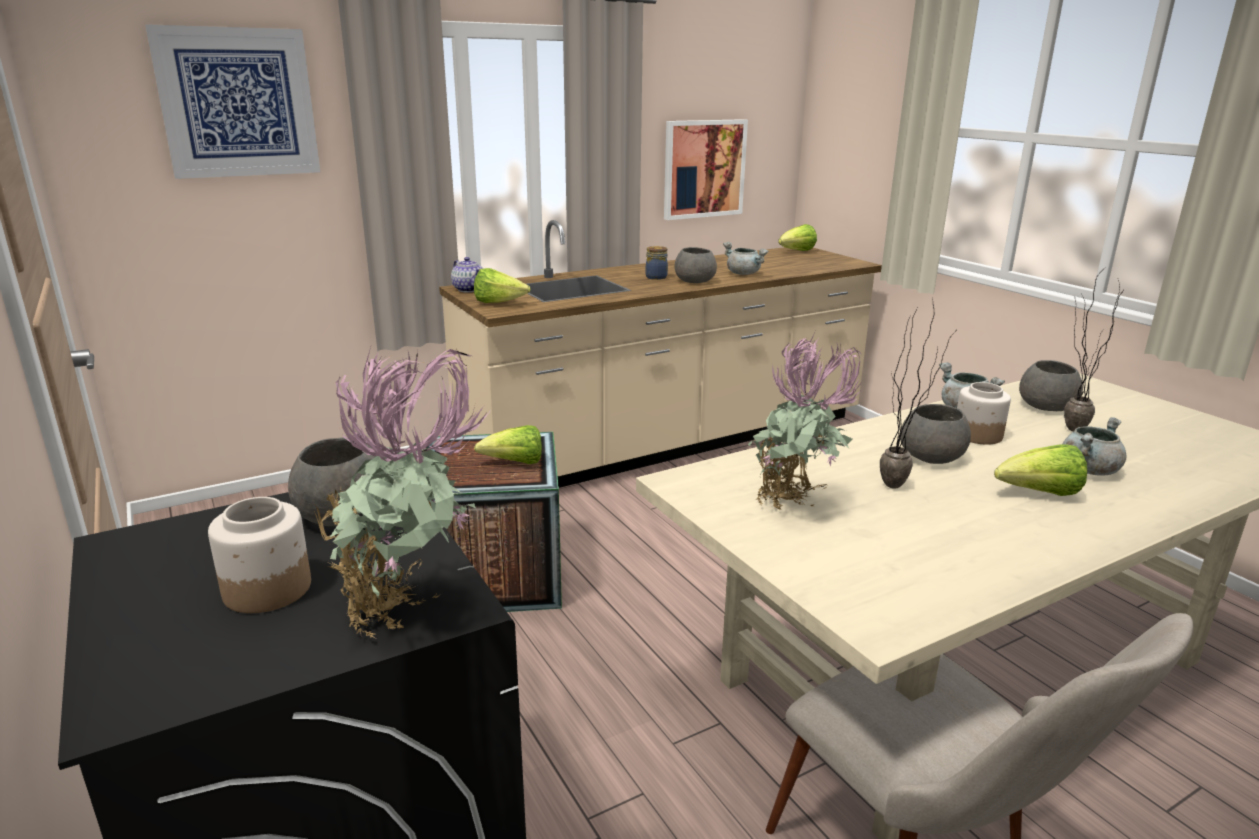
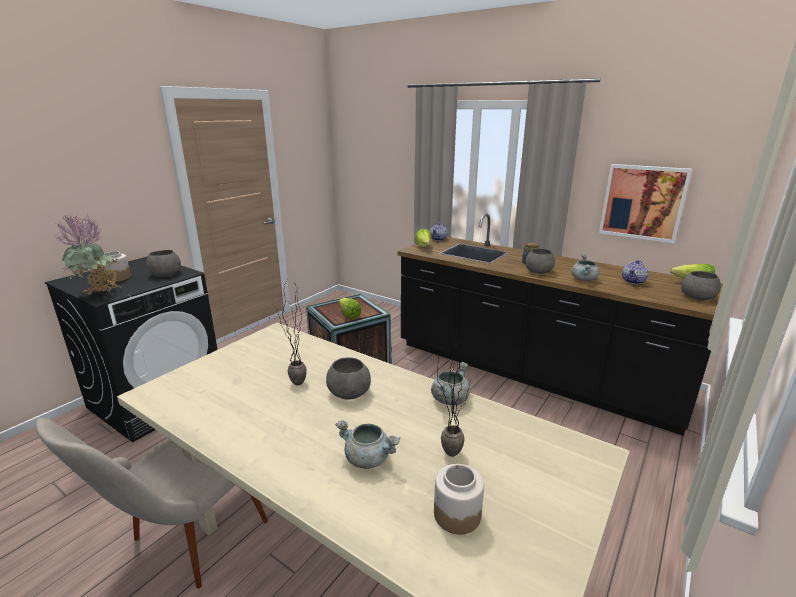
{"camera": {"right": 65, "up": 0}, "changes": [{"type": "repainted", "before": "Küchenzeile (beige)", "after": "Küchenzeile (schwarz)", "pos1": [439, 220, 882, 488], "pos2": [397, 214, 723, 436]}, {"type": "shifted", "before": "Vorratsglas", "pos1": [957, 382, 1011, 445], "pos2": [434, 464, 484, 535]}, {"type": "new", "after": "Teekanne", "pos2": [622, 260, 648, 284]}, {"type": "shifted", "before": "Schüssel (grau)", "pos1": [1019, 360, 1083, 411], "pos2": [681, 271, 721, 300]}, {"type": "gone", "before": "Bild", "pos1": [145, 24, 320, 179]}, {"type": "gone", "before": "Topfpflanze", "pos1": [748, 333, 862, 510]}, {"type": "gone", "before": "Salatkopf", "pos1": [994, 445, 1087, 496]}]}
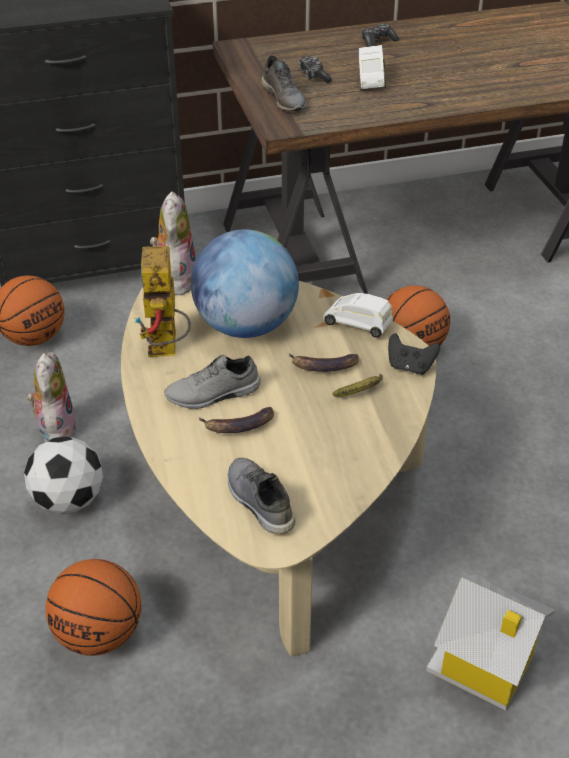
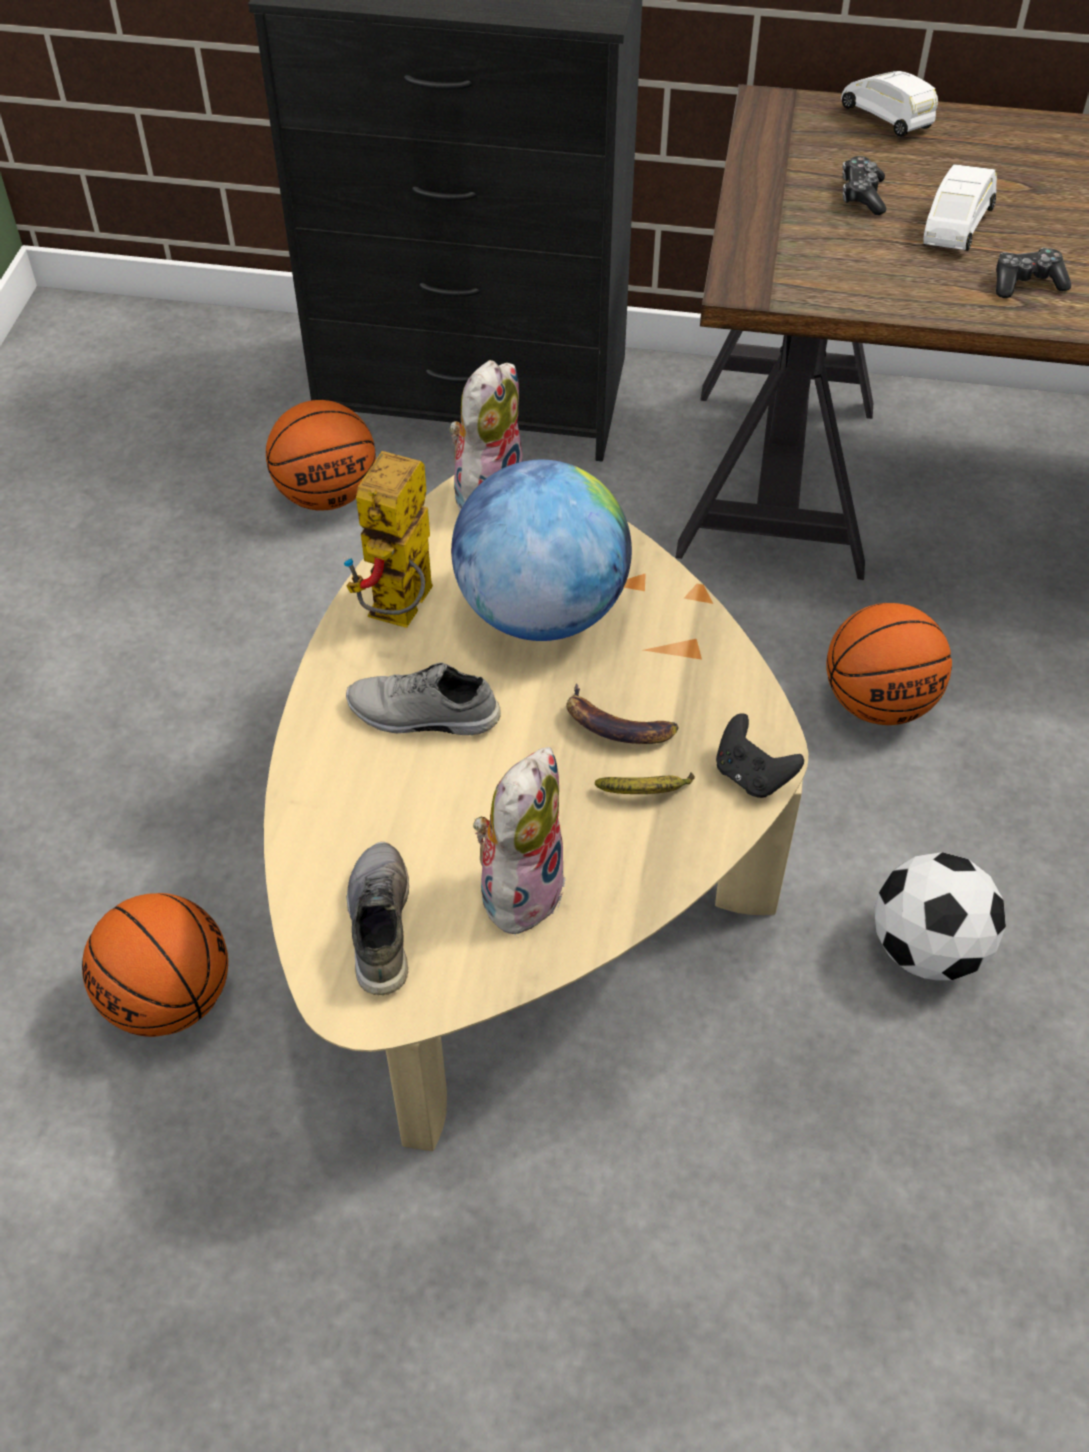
{"camera": {"right": 25, "up": 10}, "changes": [{"type": "shifted", "before": "Plüschtier", "pos1": [27, 352, 77, 442], "pos2": [473, 747, 566, 936]}, {"type": "shifted", "before": "Spielzeugauto (weiß)", "pos1": [323, 293, 393, 338], "pos2": [841, 71, 938, 137]}, {"type": "shifted", "before": "Fußball", "pos1": [24, 436, 103, 514], "pos2": [874, 852, 1006, 980]}, {"type": "shifted", "before": "Gamepad", "pos1": [362, 24, 399, 47], "pos2": [996, 248, 1071, 298]}, {"type": "gone", "before": "Banane", "pos1": [199, 407, 274, 433]}, {"type": "gone", "before": "Schuh (grau)", "pos1": [261, 55, 306, 111]}, {"type": "gone", "before": "Spielzeughaus", "pos1": [426, 574, 555, 710]}]}
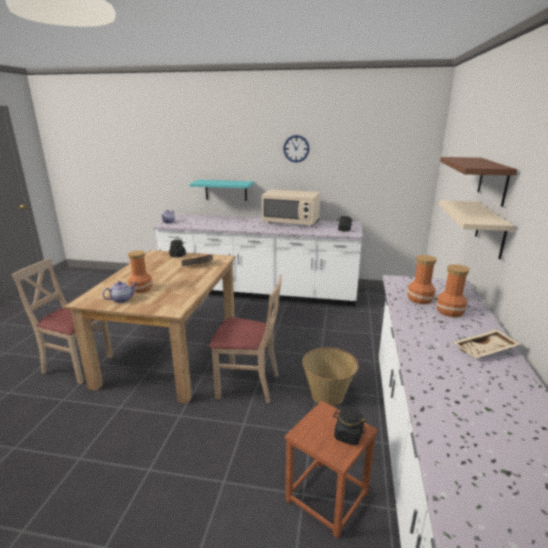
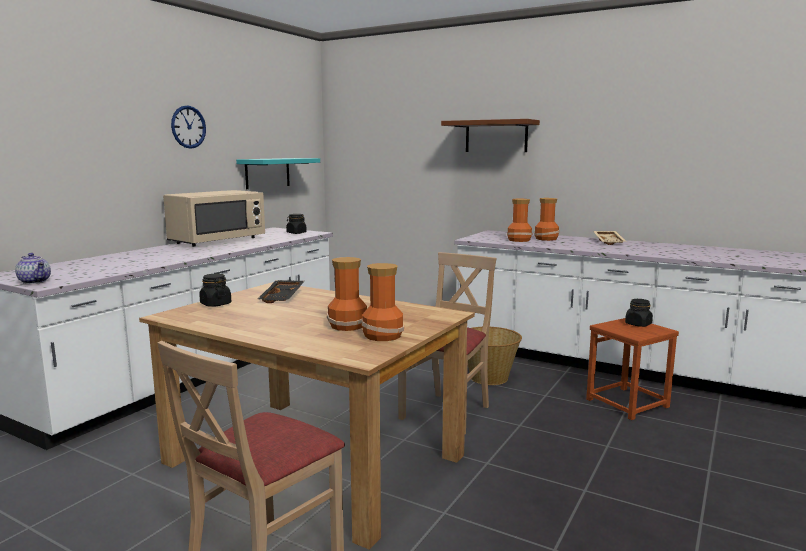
{"camera": {"right": -70, "up": -10}, "changes": [{"type": "shifted", "before": "Wandregal (türkis)", "pos1": [190, 180, 254, 201], "pos2": [236, 158, 320, 189]}, {"type": "swapped", "before": "Teekanne", "after": "Vase", "pos1": [103, 281, 137, 303], "pos2": [362, 263, 404, 341]}, {"type": "gone", "before": "Wandregal (beige)", "pos1": [439, 200, 515, 260]}]}
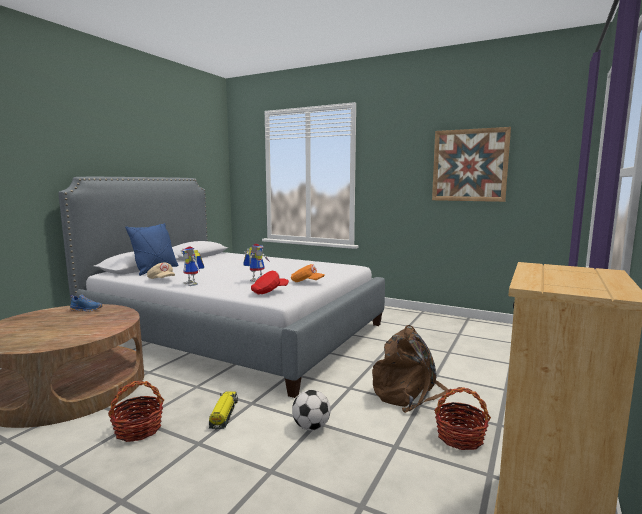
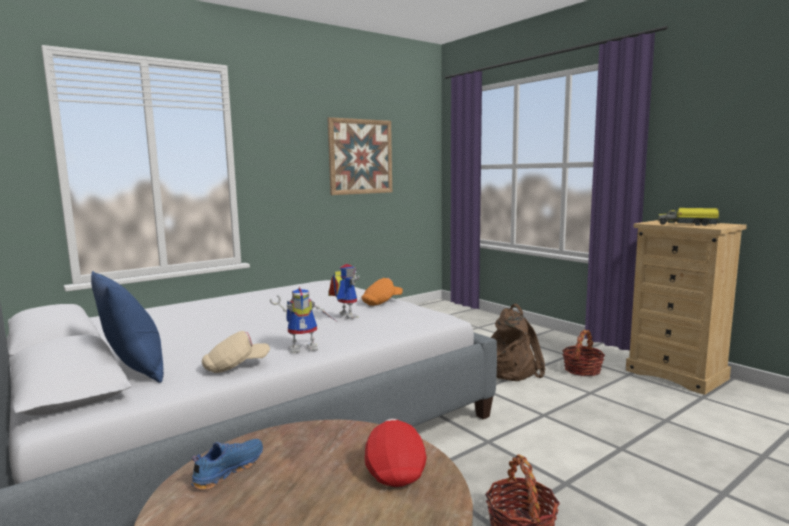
{"camera": {"right": -65, "up": 0}, "changes": [{"type": "shifted", "before": "Kappe (rot)", "pos1": [251, 271, 289, 294], "pos2": [365, 419, 427, 487]}, {"type": "shifted", "before": "Spielzeuglaster", "pos1": [209, 391, 238, 430], "pos2": [658, 208, 720, 226]}, {"type": "gone", "before": "Fußball", "pos1": [292, 390, 331, 431]}]}
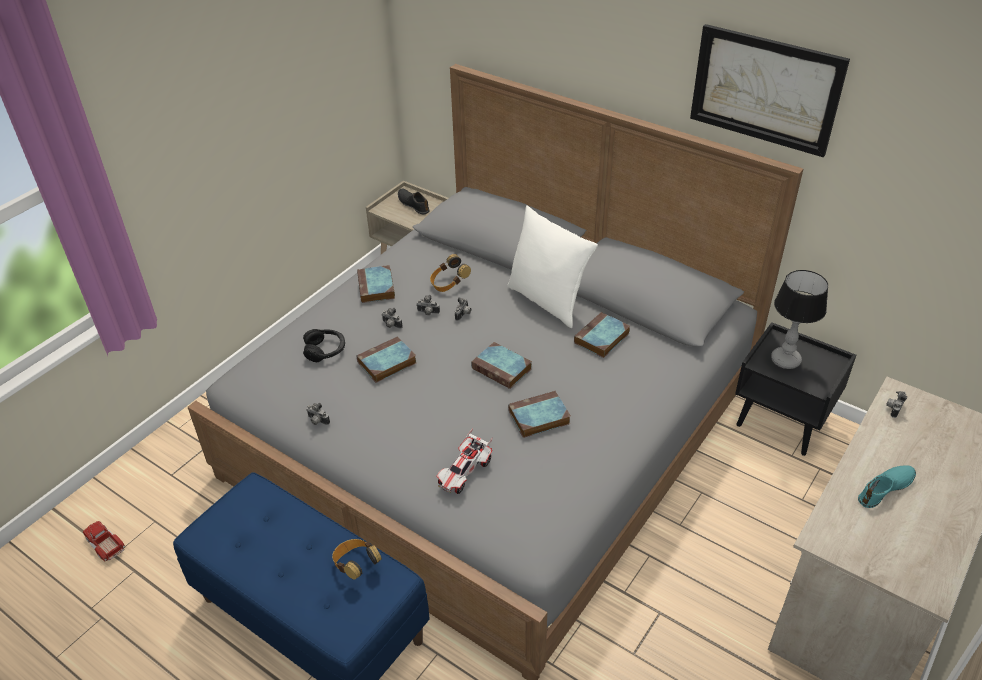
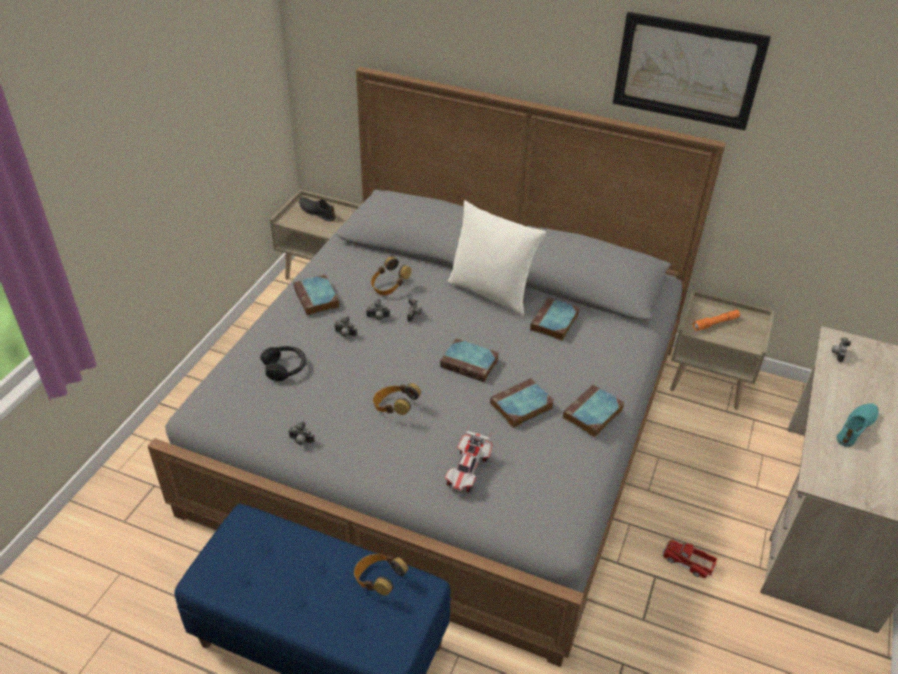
{"camera": {"right": -15, "up": 0}, "changes": [{"type": "new", "after": "Kopfhörer", "pos2": [373, 383, 421, 415]}, {"type": "shifted", "before": "Buch", "pos1": [356, 336, 417, 383], "pos2": [563, 384, 625, 438]}, {"type": "shifted", "before": "Spielzeuglaster", "pos1": [83, 521, 125, 561], "pos2": [662, 540, 717, 578]}, {"type": "repainted", "before": "Nachttisch (schwarz)", "after": "Nachttisch (beige)", "pos1": [735, 322, 856, 456], "pos2": [670, 290, 775, 410]}, {"type": "swapped", "before": "Tischlampe", "after": "Taschenlampe (orange)", "pos1": [771, 270, 828, 369], "pos2": [693, 310, 740, 331]}]}
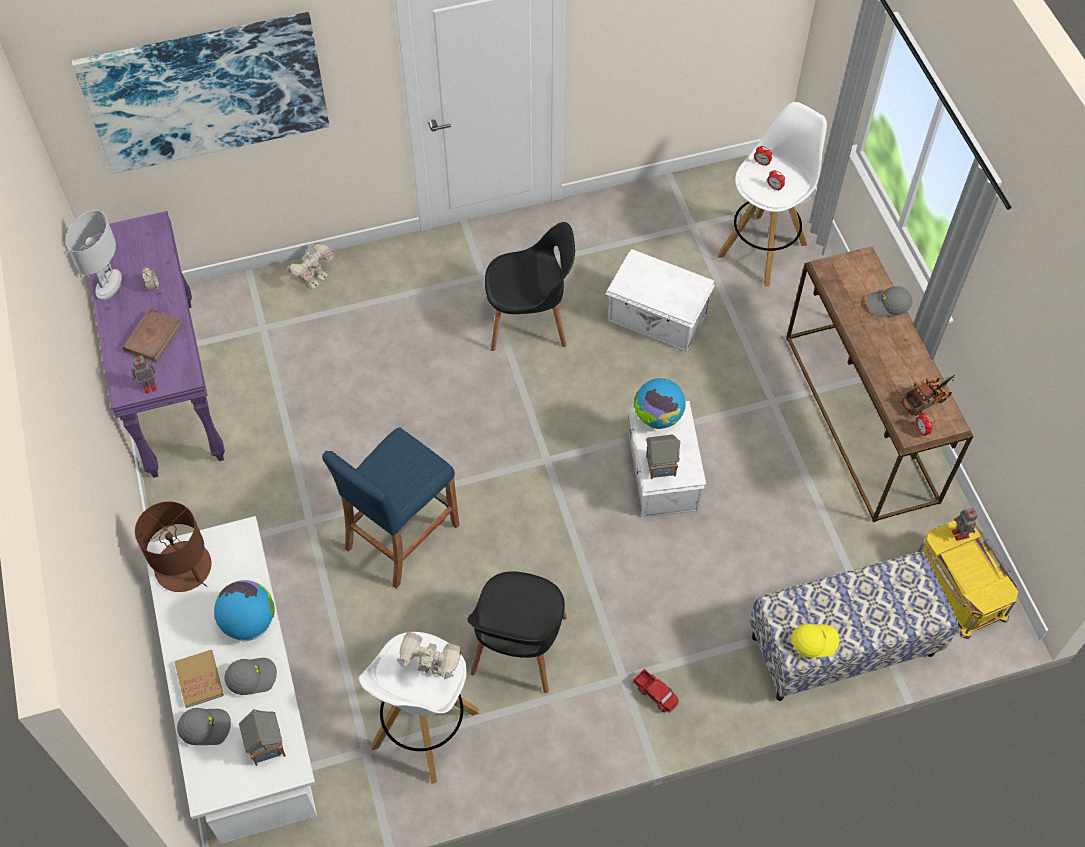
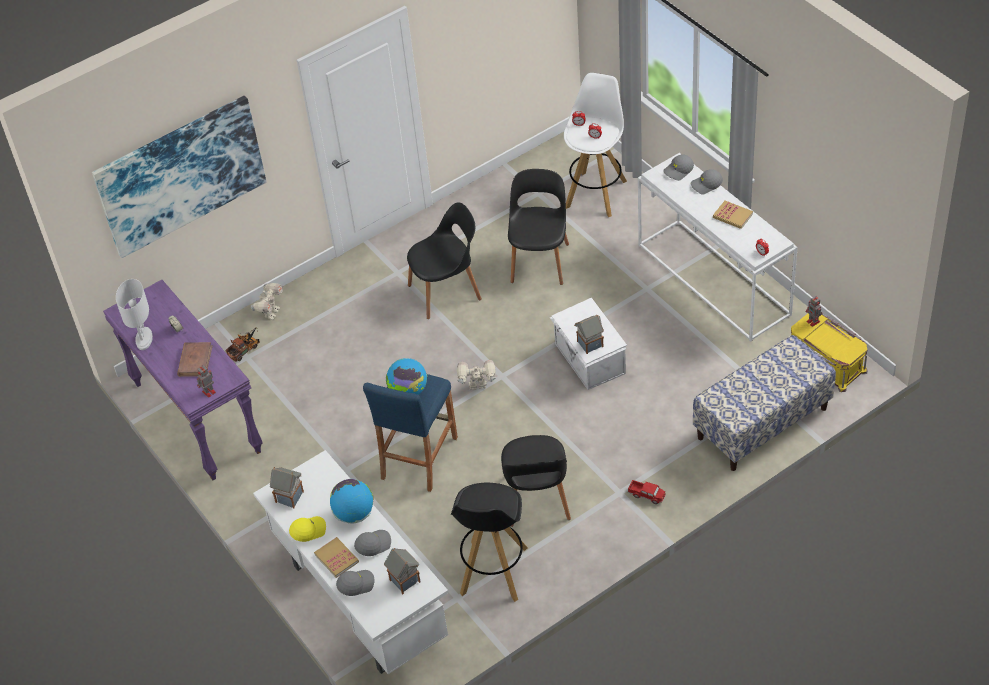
{"camera": {"right": -15, "up": -10}, "changes": [{"type": "shifted", "before": "Spielzeuglaster", "pos1": [900, 375, 955, 416], "pos2": [225, 327, 260, 362]}, {"type": "swapped", "before": "Tischlampe (braun)", "after": "Spielzeughaus", "pos1": [135, 501, 212, 592], "pos2": [270, 467, 304, 508]}, {"type": "shifted", "before": "Kappe (gelb)", "pos1": [792, 624, 839, 658], "pos2": [289, 516, 326, 542]}, {"type": "shifted", "before": "Globus", "pos1": [634, 378, 686, 429], "pos2": [386, 358, 427, 395]}, {"type": "repainted", "before": "Hocker (weiß)", "after": "Hocker (schwarz)", "pos1": [359, 632, 479, 784], "pos2": [451, 483, 528, 602]}, {"type": "shifted", "before": "Spielzeugroboter", "pos1": [397, 632, 461, 679], "pos2": [457, 360, 496, 390]}, {"type": "swapped", "before": "Aufbewahrungsbox (weiß)", "after": "Stuhl (schwarz)", "pos1": [605, 249, 715, 352], "pos2": [508, 169, 569, 285]}, {"type": "repainted", "before": "Konsolentisch (braun)", "after": "Konsolentisch (weiß)", "pos1": [786, 246, 973, 522], "pos2": [638, 153, 798, 342]}, {"type": "new", "after": "Kappe (grau)", "pos2": [663, 155, 694, 181]}, {"type": "new", "after": "Buch", "pos2": [713, 201, 753, 229]}]}
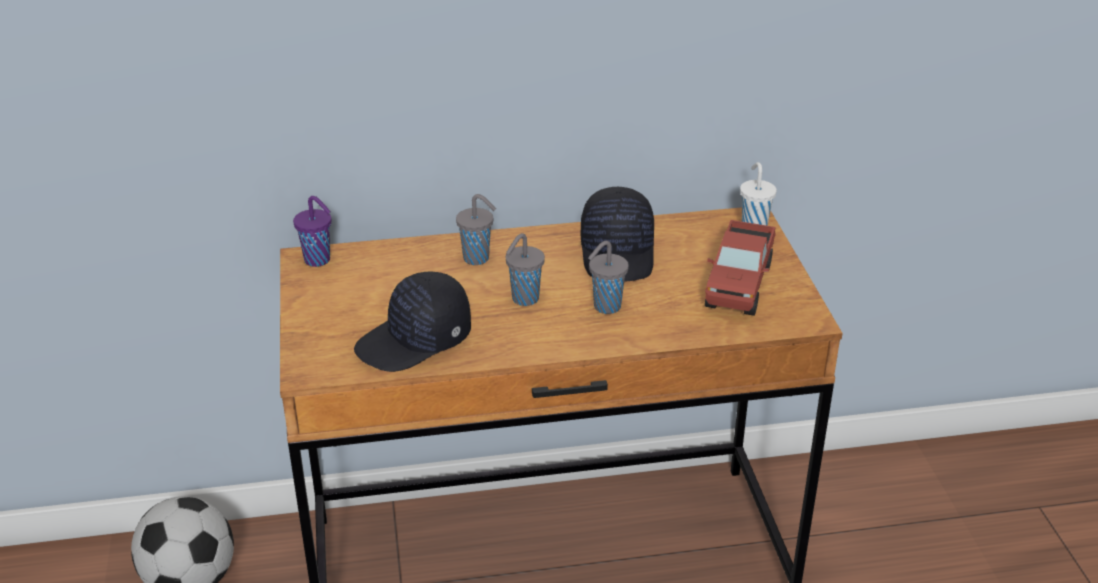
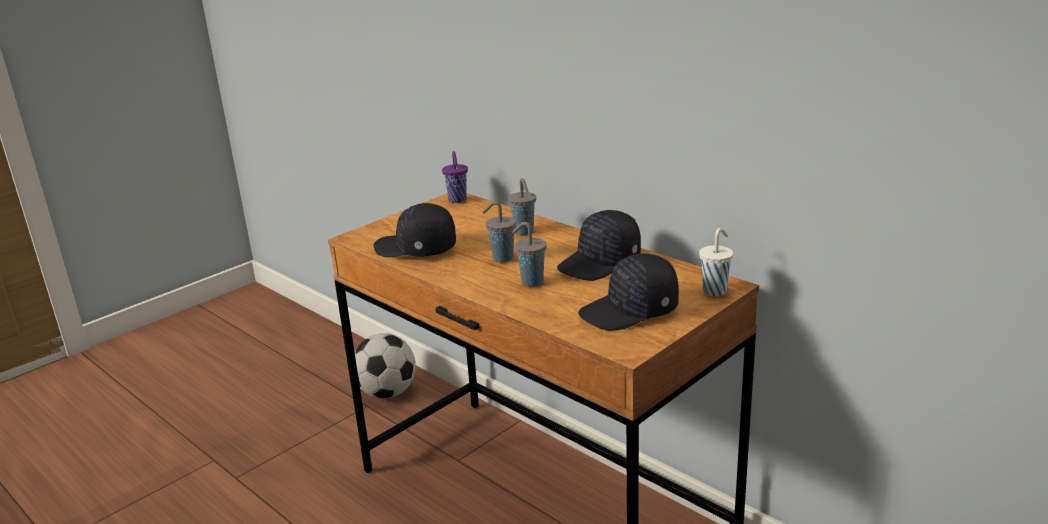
{"camera": {"right": 55, "up": -10}, "changes": [{"type": "swapped", "before": "Spielzeuglaster", "after": "Kappe (schwarz)", "pos1": [705, 220, 776, 316], "pos2": [578, 254, 679, 331]}]}
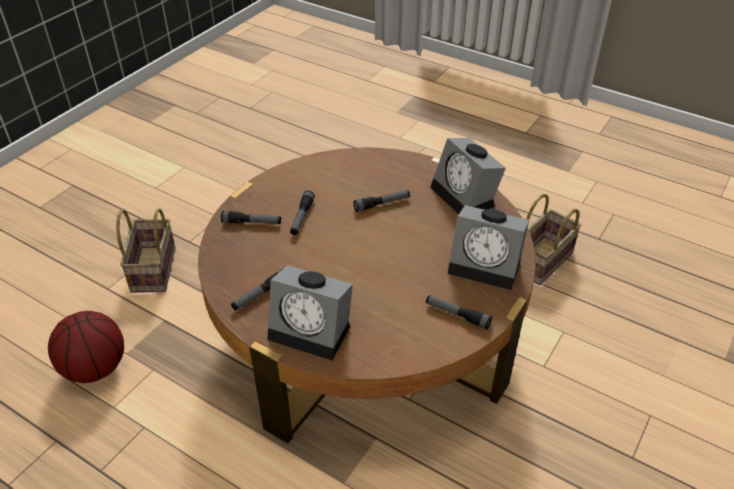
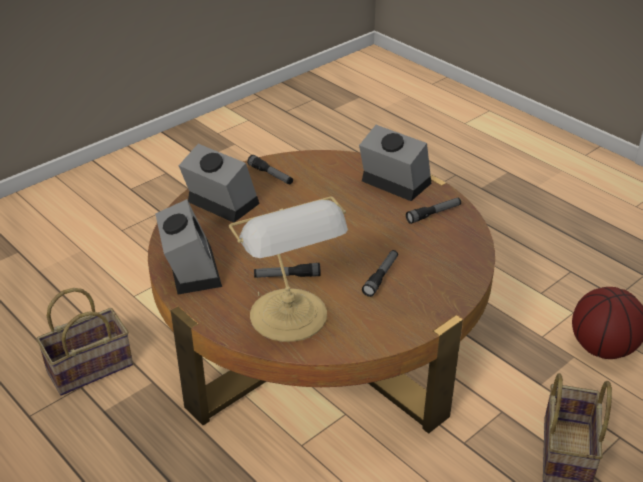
{"camera": {"right": -165, "up": -5}, "changes": [{"type": "new", "after": "Tischlampe", "pos2": [229, 197, 348, 342]}, {"type": "gone", "before": "Taschenlampe", "pos1": [221, 211, 281, 224]}]}
